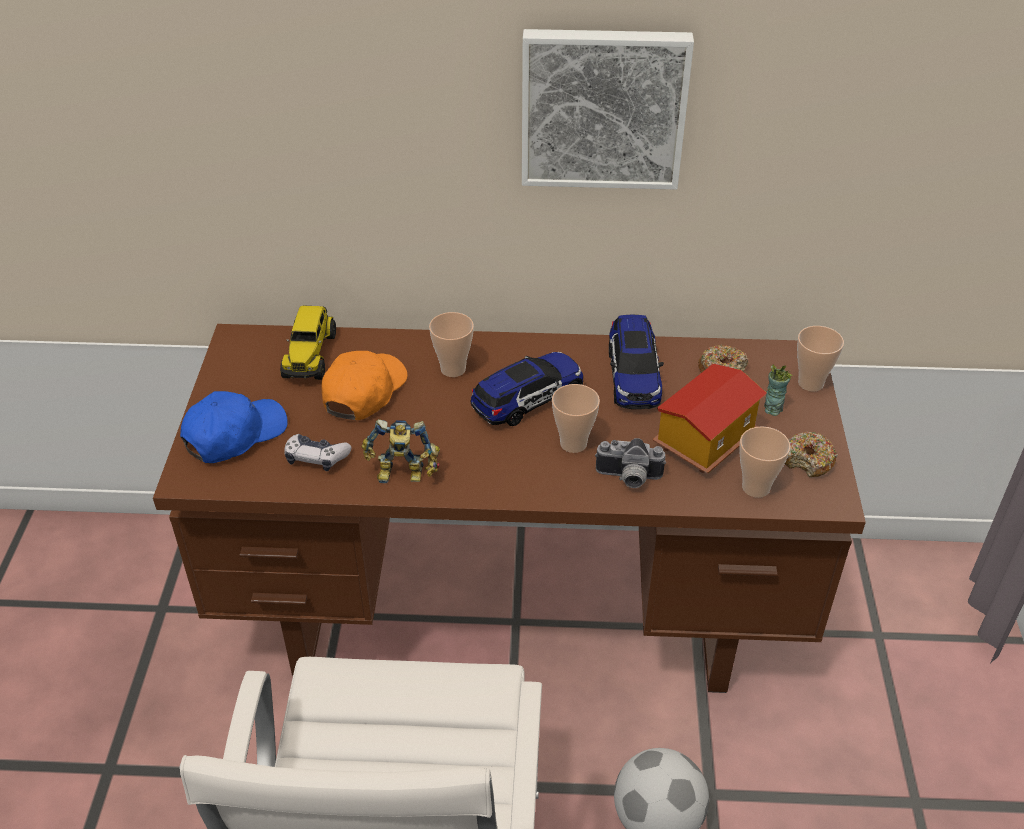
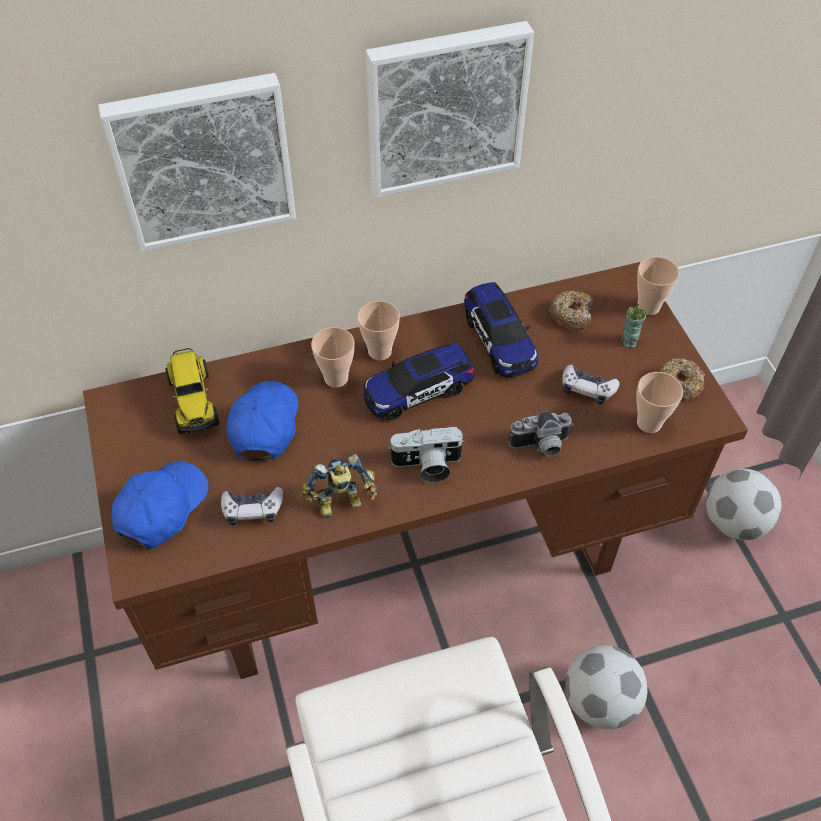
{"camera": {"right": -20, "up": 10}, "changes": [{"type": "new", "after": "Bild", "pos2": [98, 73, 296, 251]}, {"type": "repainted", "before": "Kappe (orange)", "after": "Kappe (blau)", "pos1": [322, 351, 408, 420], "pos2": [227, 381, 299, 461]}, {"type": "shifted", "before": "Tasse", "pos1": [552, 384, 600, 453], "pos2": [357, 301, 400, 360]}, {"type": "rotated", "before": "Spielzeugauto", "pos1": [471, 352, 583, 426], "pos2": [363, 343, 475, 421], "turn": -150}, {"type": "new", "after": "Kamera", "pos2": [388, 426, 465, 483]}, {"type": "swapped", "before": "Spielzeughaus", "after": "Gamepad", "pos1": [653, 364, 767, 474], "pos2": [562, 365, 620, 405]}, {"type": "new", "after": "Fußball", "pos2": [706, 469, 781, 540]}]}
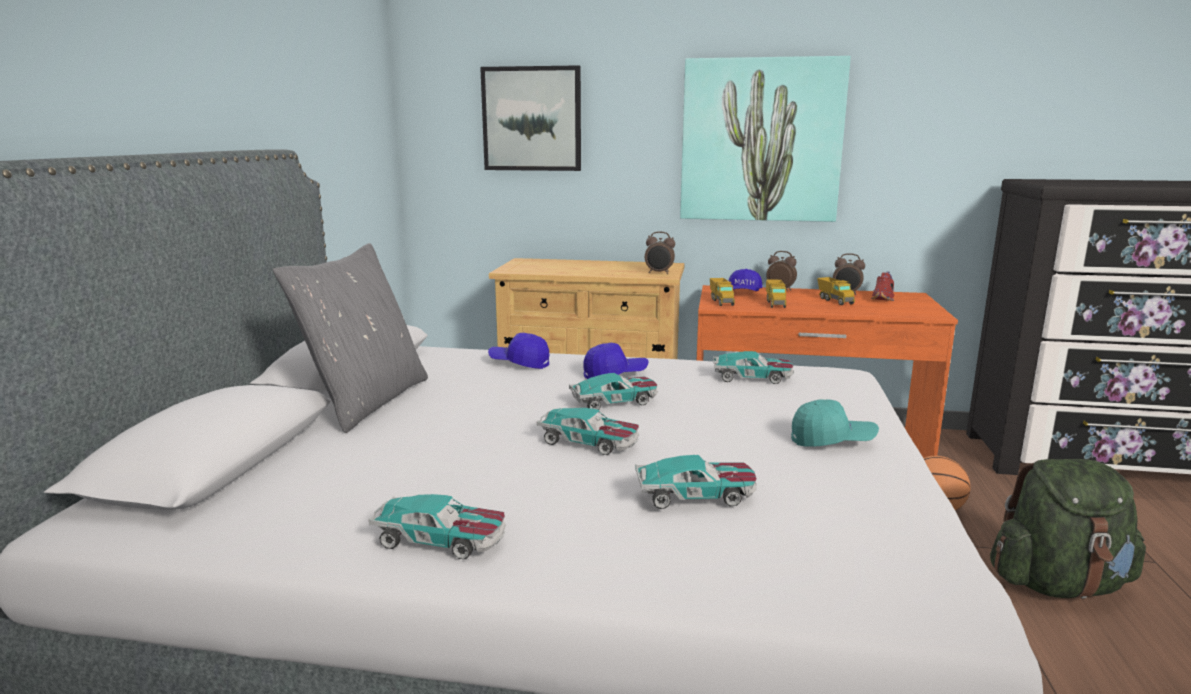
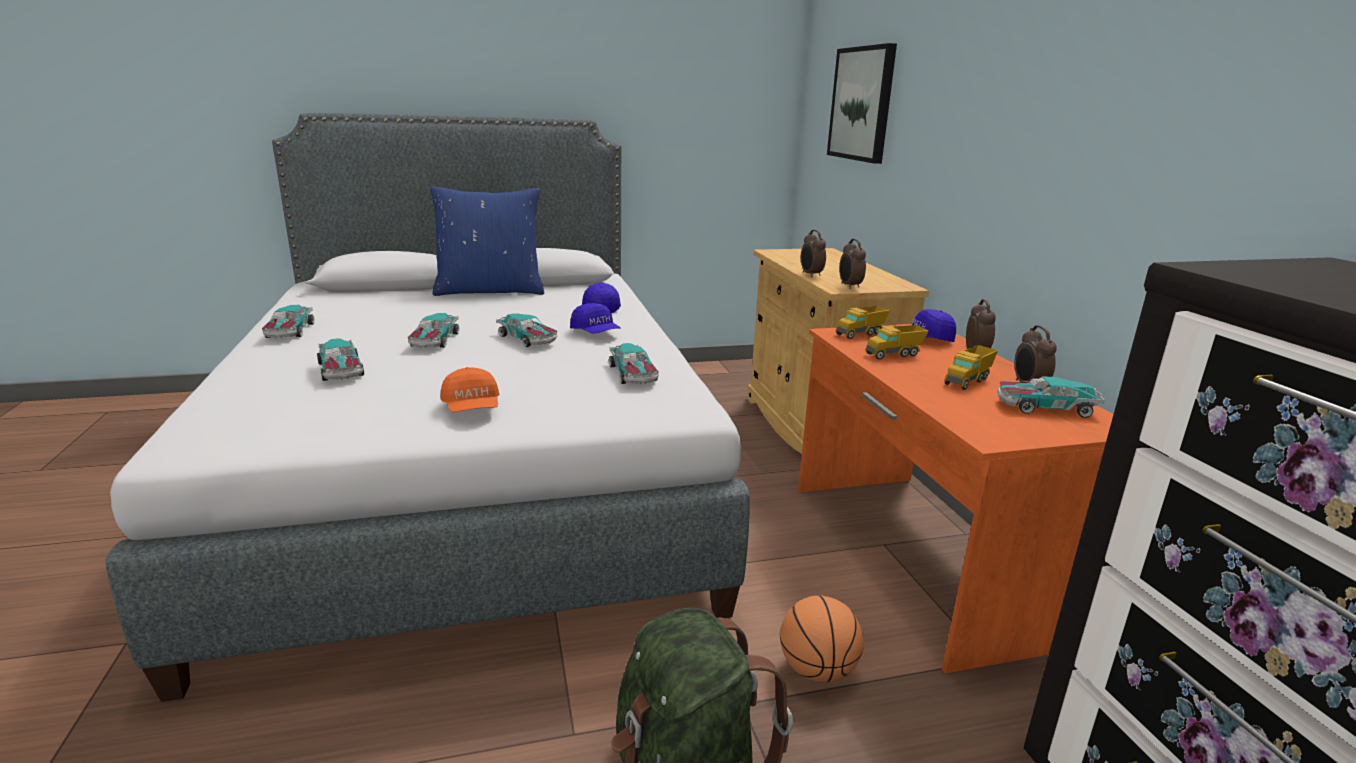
{"camera": {"right": 65, "up": 5}, "changes": [{"type": "repainted", "before": "Kissen (grau)", "after": "Kissen (blau)", "pos1": [273, 243, 428, 433], "pos2": [430, 187, 544, 296]}, {"type": "repainted", "before": "Kappe (türkis)", "after": "Kappe (orange)", "pos1": [791, 399, 879, 447], "pos2": [440, 367, 499, 412]}, {"type": "new", "after": "Wecker", "pos2": [801, 230, 826, 277]}, {"type": "swapped", "before": "Schuh (rot)", "after": "Spielzeugauto", "pos1": [871, 272, 894, 301], "pos2": [997, 376, 1105, 418]}, {"type": "gone", "before": "Bild", "pos1": [680, 56, 851, 222]}]}
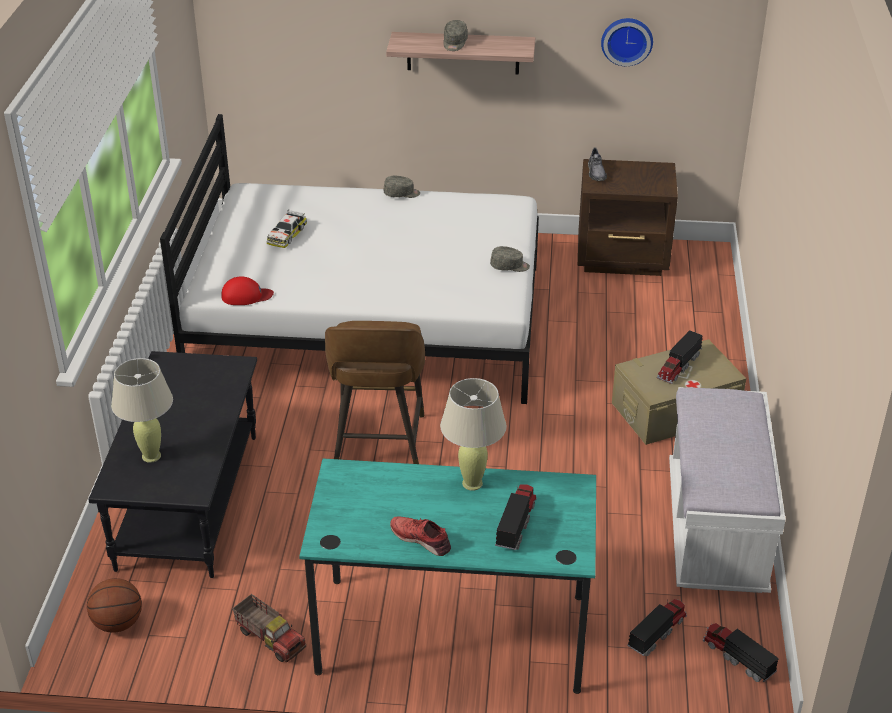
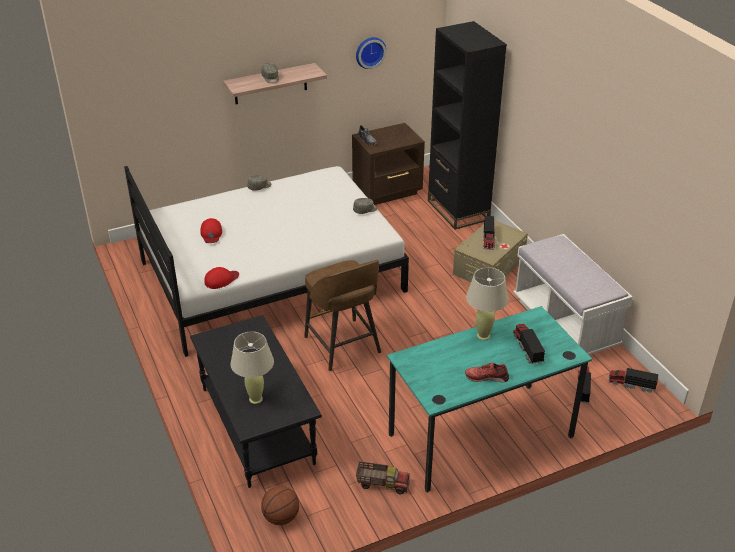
{"camera": {"right": -30, "up": 0}, "changes": [{"type": "swapped", "before": "Spielzeugauto", "after": "Kappe (rot)", "pos1": [267, 210, 307, 248], "pos2": [201, 218, 222, 243]}, {"type": "new", "after": "Bücherregal (schwarz)", "pos2": [428, 21, 507, 230]}]}
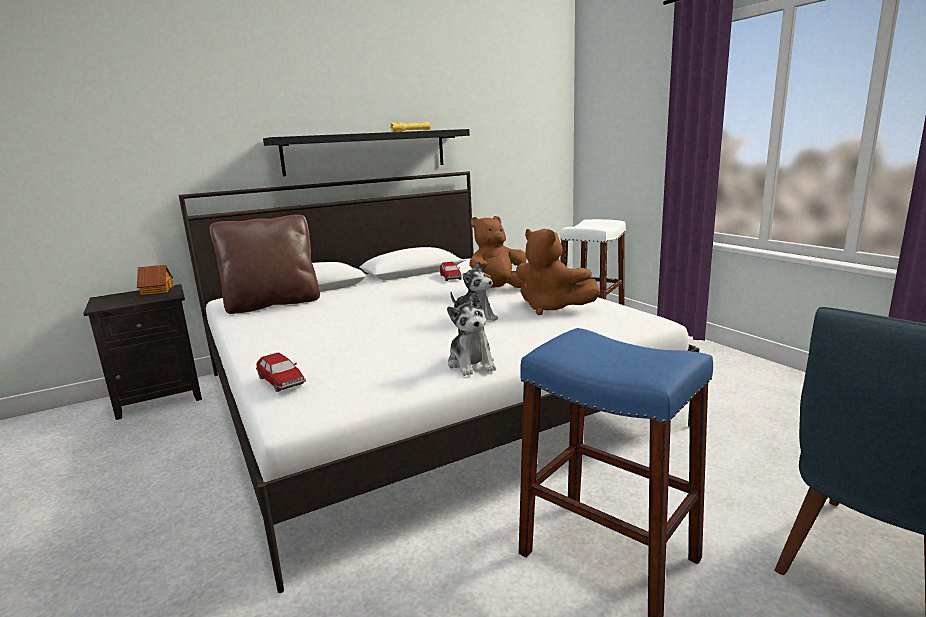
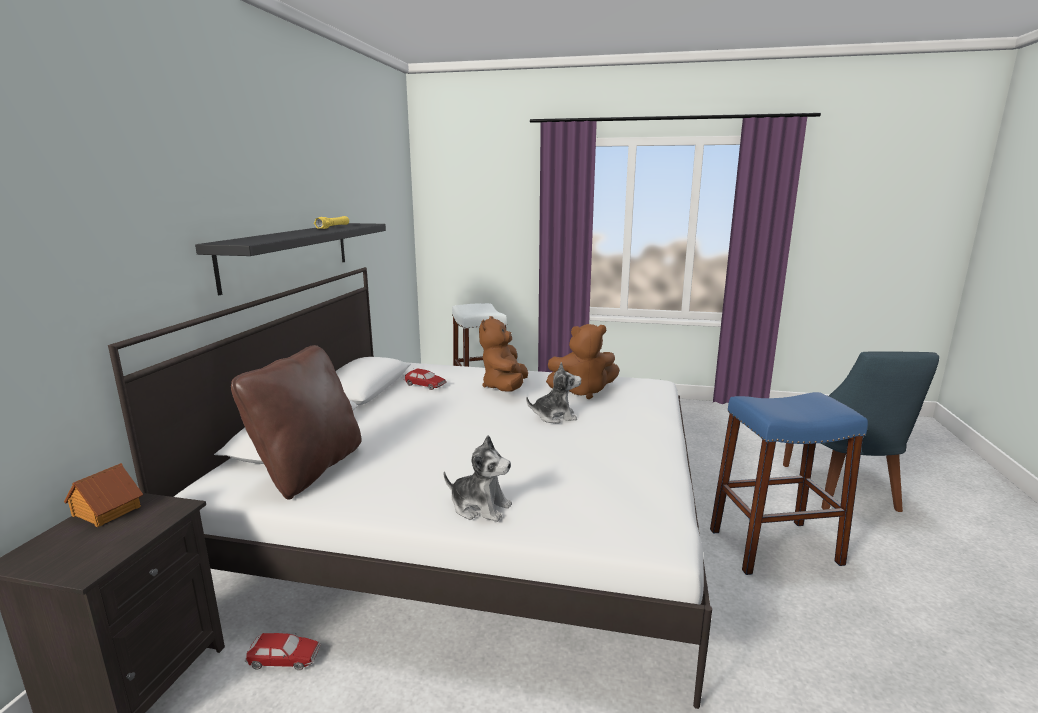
{"camera": {"right": -50, "up": 0}, "changes": [{"type": "shifted", "before": "Spielzeugauto", "pos1": [256, 352, 306, 392], "pos2": [245, 633, 321, 670]}, {"type": "shifted", "before": "Plüschtier", "pos1": [447, 293, 496, 376], "pos2": [444, 435, 512, 522]}]}
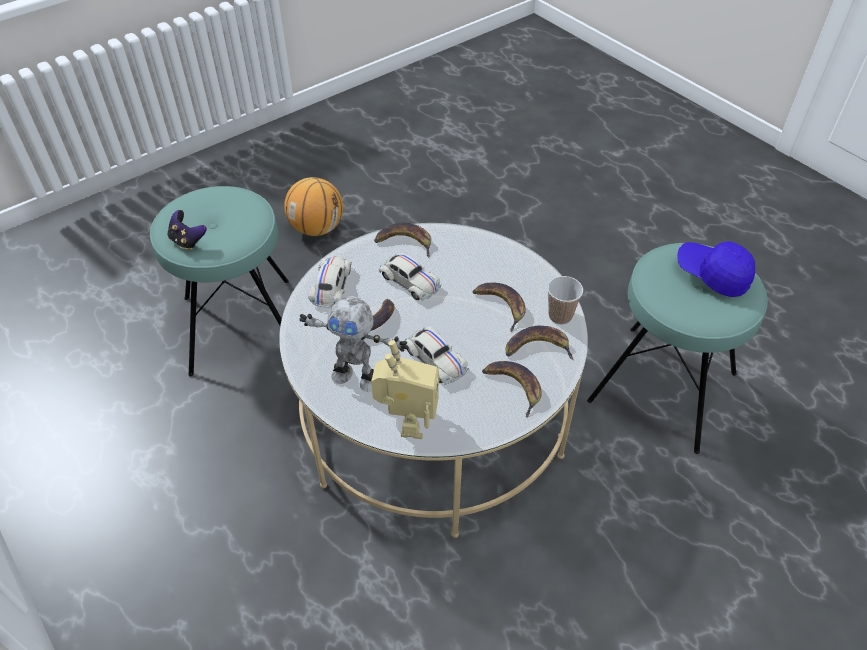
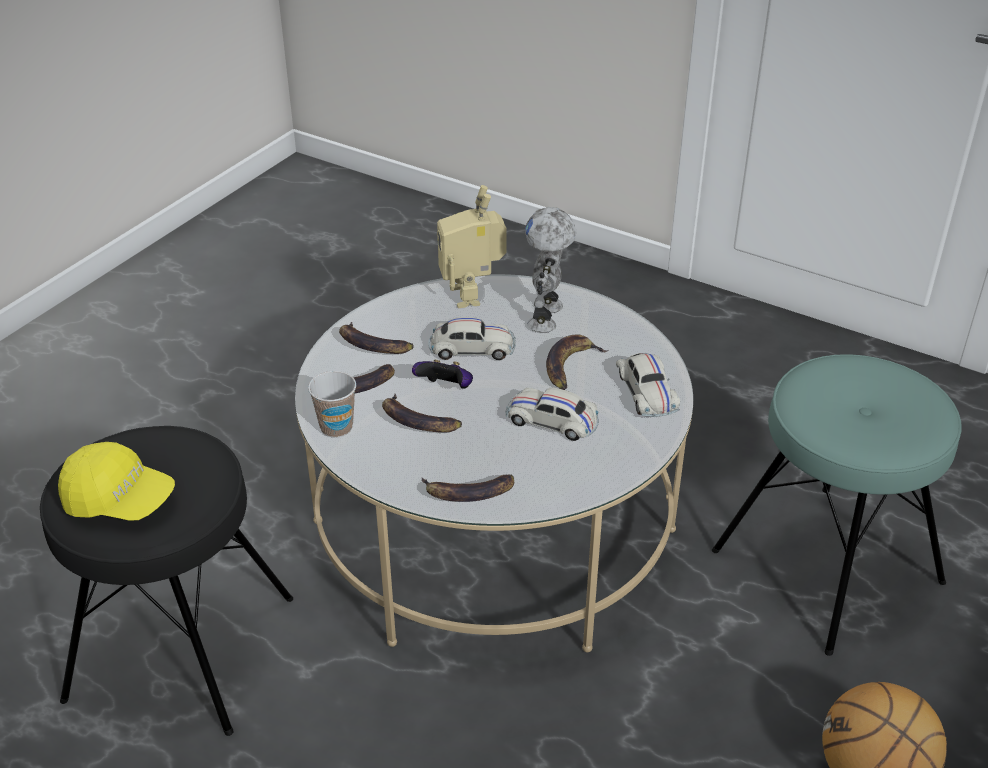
{"camera": {"right": 160, "up": -10}, "changes": [{"type": "repainted", "before": "Hocker (türkis)", "after": "Hocker (schwarz)", "pos1": [587, 243, 768, 454], "pos2": [40, 426, 293, 736]}, {"type": "repainted", "before": "Kappe (blau)", "after": "Kappe (gelb)", "pos1": [677, 241, 755, 297], "pos2": [58, 442, 175, 521]}, {"type": "shifted", "before": "Gamepad", "pos1": [168, 210, 207, 250], "pos2": [412, 360, 473, 389]}, {"type": "shifted", "before": "Banane", "pos1": [374, 223, 431, 257], "pos2": [421, 474, 514, 502]}, {"type": "rotated", "before": "Spielzeugauto (weiß)", "pos1": [405, 326, 469, 385], "pos2": [428, 317, 516, 360], "turn": 150}, {"type": "rotated", "before": "Spielzeugroboter", "pos1": [299, 296, 409, 392], "pos2": [525, 207, 576, 333], "turn": -75}]}
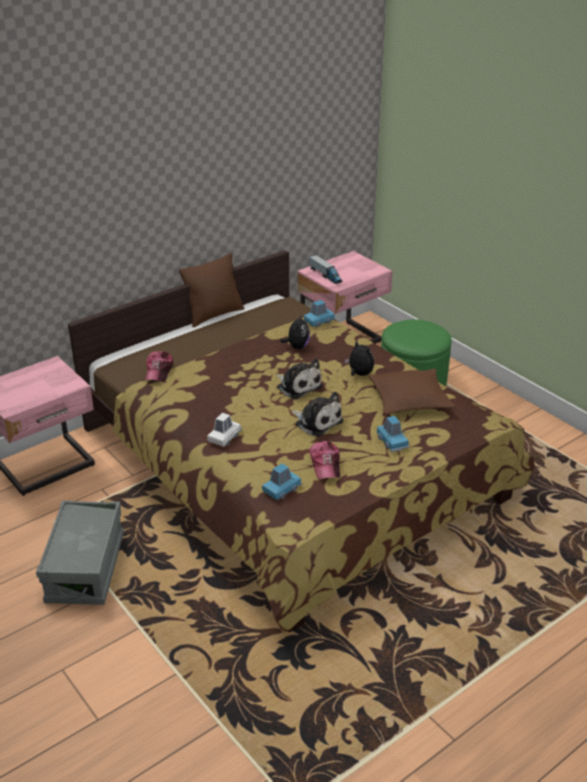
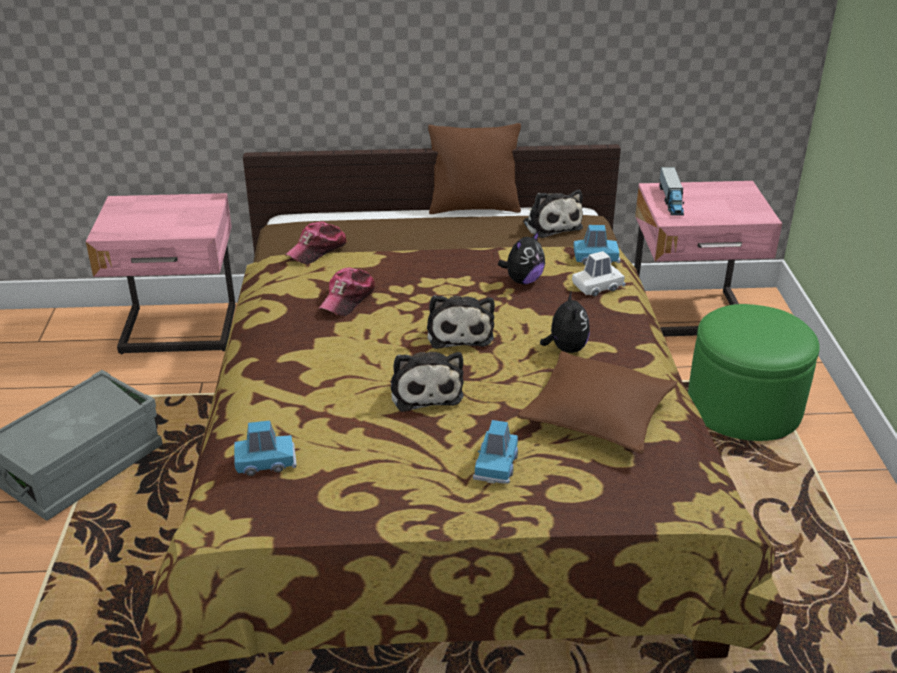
{"camera": {"right": 35, "up": 0}, "changes": [{"type": "shifted", "before": "Kappe", "pos1": [309, 441, 340, 479], "pos2": [318, 267, 375, 316]}, {"type": "new", "after": "Plüschtier", "pos2": [523, 189, 583, 238]}, {"type": "shifted", "before": "Spielzeugauto (weiß)", "pos1": [207, 413, 242, 447], "pos2": [572, 251, 626, 296]}]}
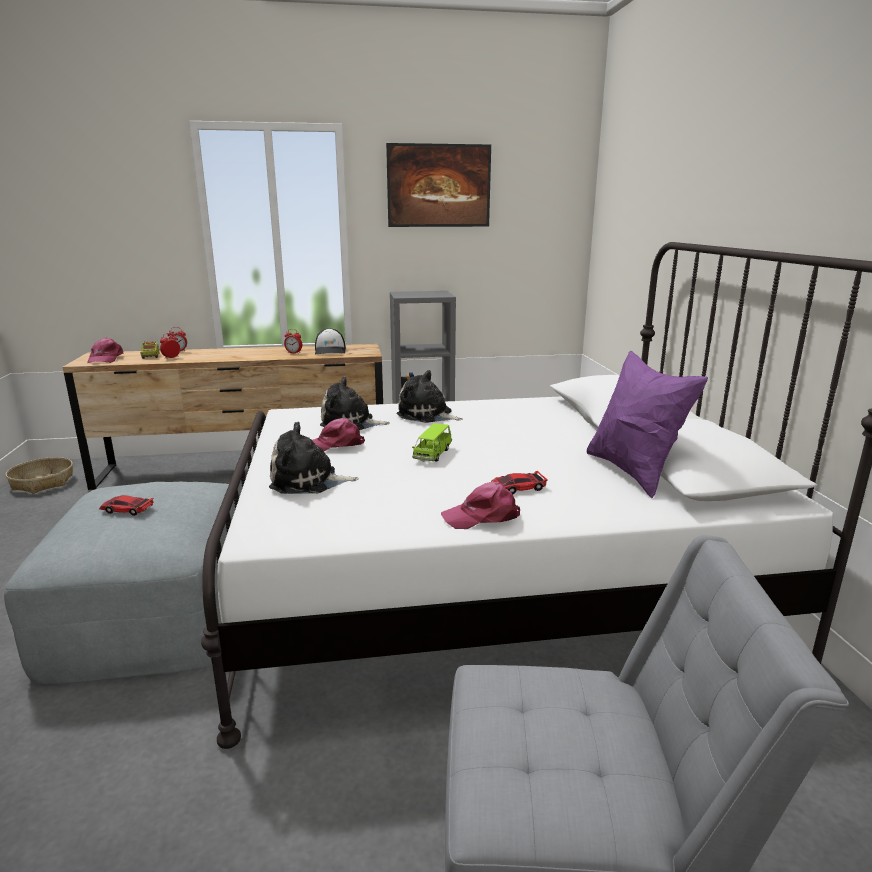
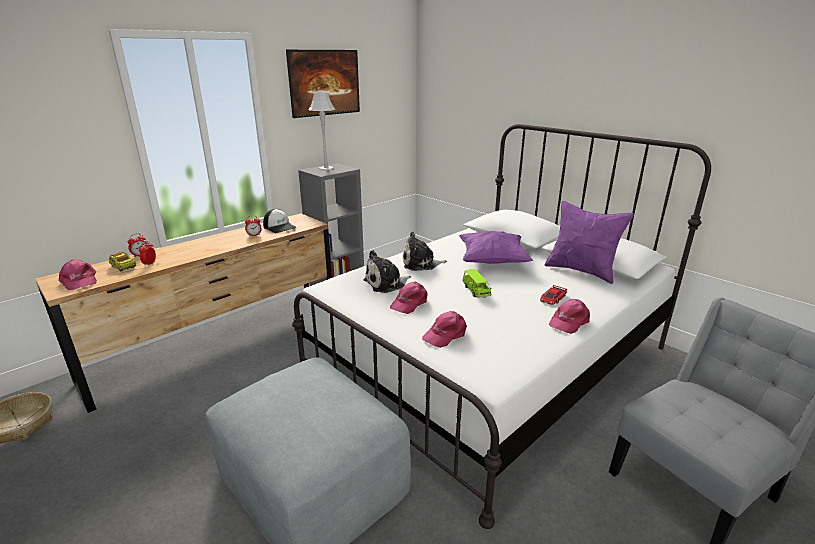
{"camera": {"right": -35, "up": 5}, "changes": [{"type": "new", "after": "Tischlampe (grau)", "pos2": [308, 92, 336, 171]}, {"type": "swapped", "before": "Plüschtier", "after": "Kappe (rosa)", "pos1": [269, 422, 359, 494], "pos2": [422, 311, 467, 348]}, {"type": "new", "after": "Kissen (lila)", "pos2": [459, 231, 533, 264]}, {"type": "gone", "before": "Spielzeugauto", "pos1": [99, 495, 154, 516]}]}
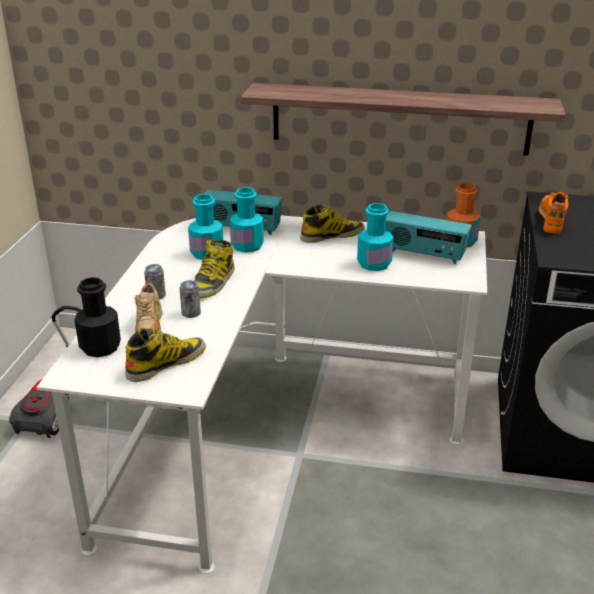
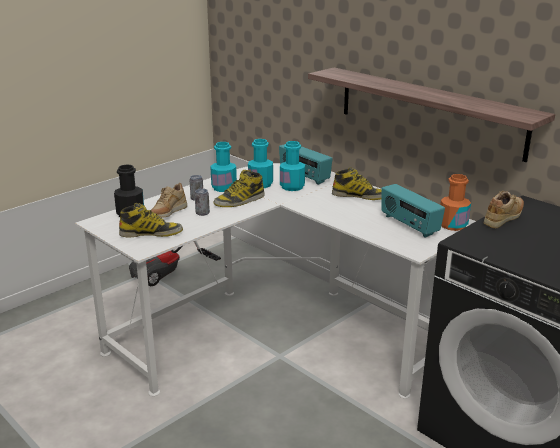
{"camera": {"right": 35, "up": -5}, "changes": [{"type": "shifted", "before": "Flasche (türkis)", "pos1": [357, 203, 393, 271], "pos2": [210, 142, 237, 192]}, {"type": "repainted", "before": "Schuh (orange)", "after": "Schuh (beige)", "pos1": [539, 192, 569, 234], "pos2": [484, 190, 524, 228]}]}
